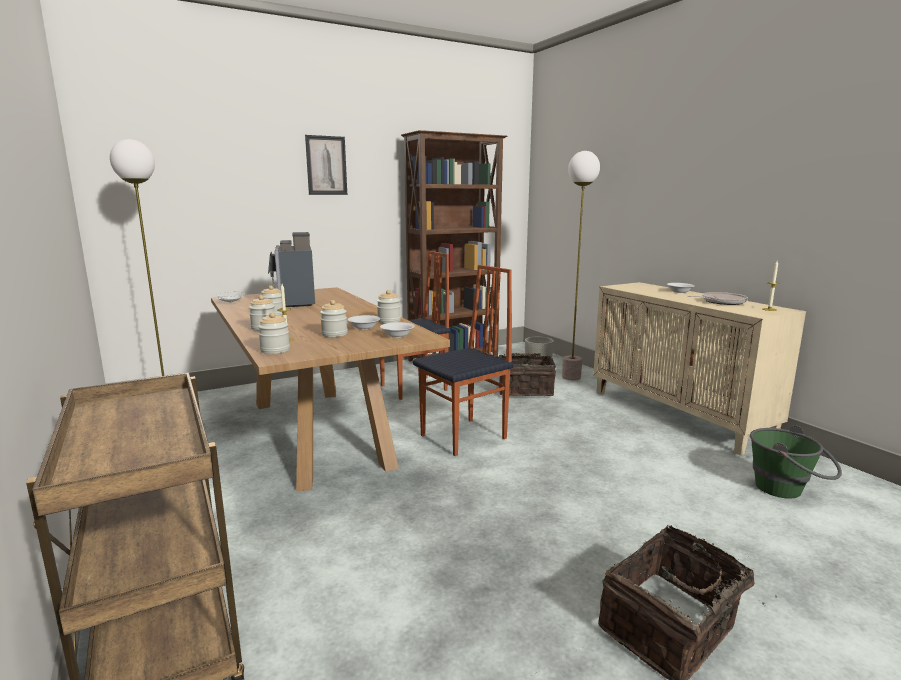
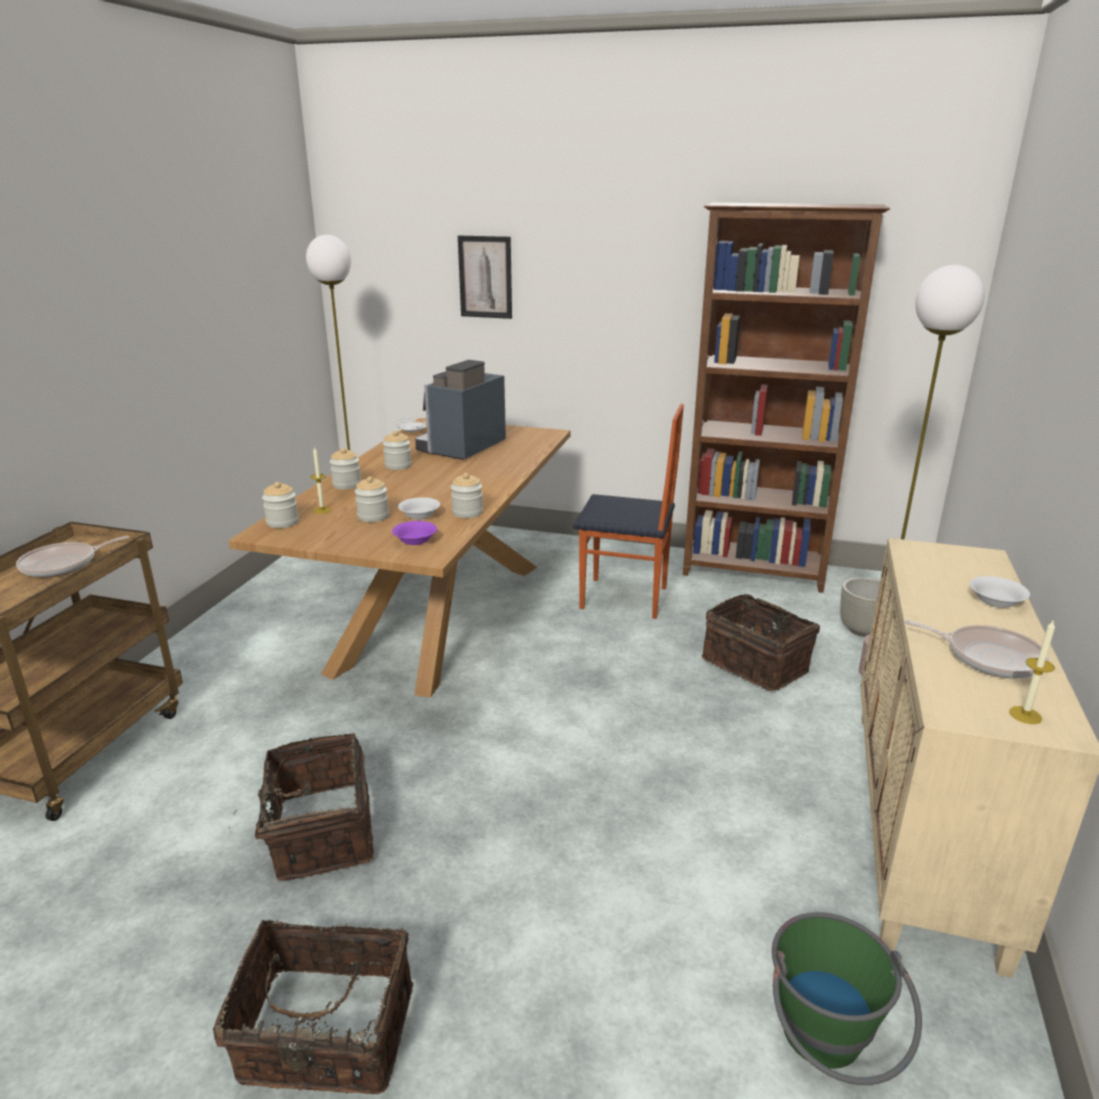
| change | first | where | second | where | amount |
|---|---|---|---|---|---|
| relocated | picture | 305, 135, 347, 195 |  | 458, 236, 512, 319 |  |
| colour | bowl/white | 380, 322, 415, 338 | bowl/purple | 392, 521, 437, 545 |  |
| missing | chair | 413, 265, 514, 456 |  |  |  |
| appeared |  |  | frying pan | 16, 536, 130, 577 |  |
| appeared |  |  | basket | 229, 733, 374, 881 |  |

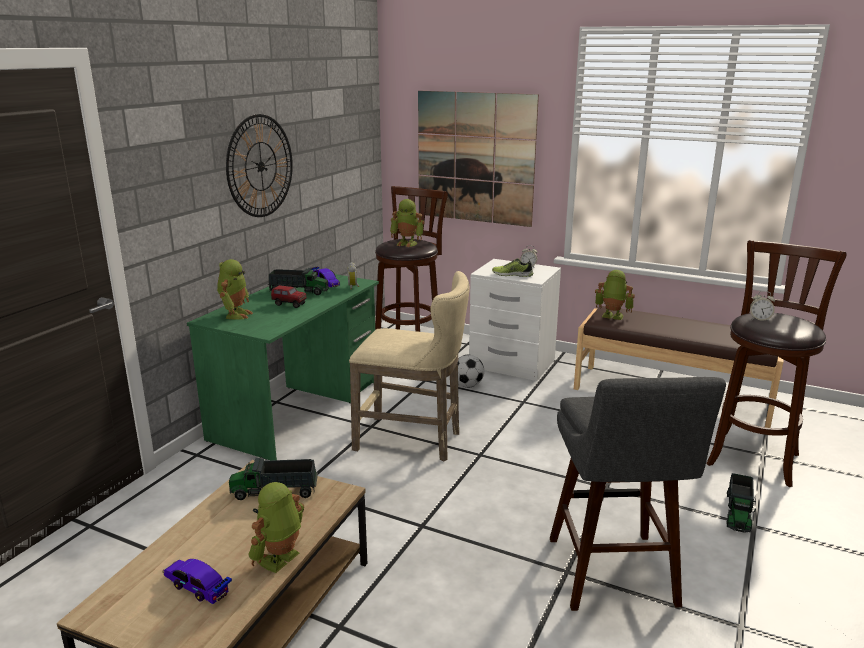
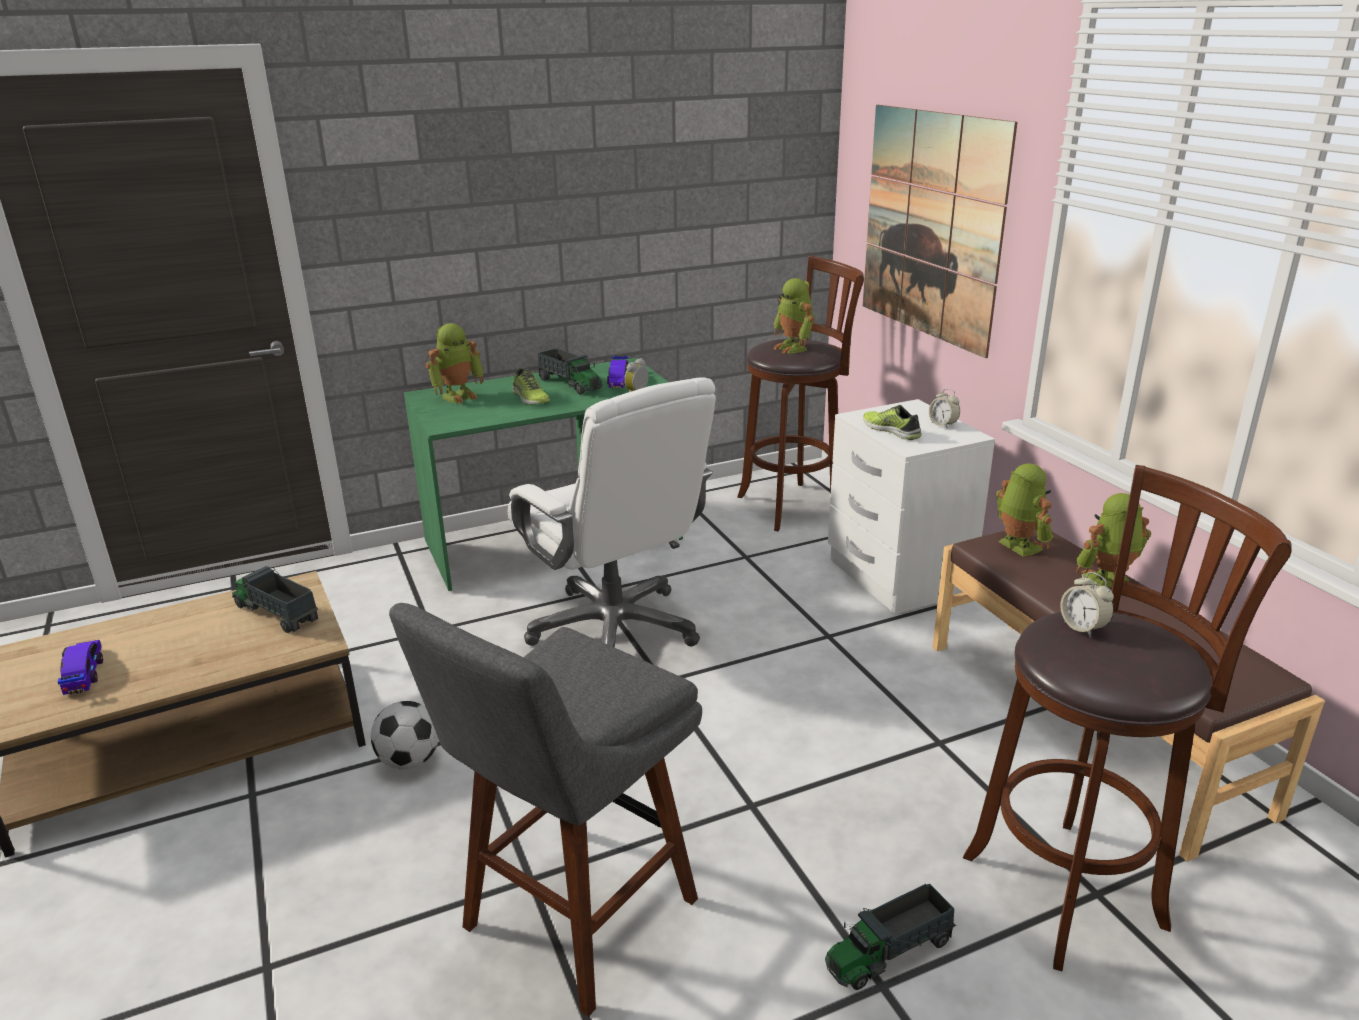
| change | first | where | second | where | amount |
|---|---|---|---|---|---|
| missing | wall clock | 226, 114, 293, 217 |  |  |  |
| relocated | toy robot | 248, 482, 304, 573 |  | 1076, 493, 1151, 588 |  |
| exchanged | toy truck | 271, 285, 306, 308 | shoe | 512, 368, 550, 404 |  |
| exchanged | stool/beige | 349, 271, 470, 462 | office chair/white | 508, 378, 716, 647 |  |
| relocated | football | 458, 355, 484, 388 |  | 371, 701, 439, 769 |  |

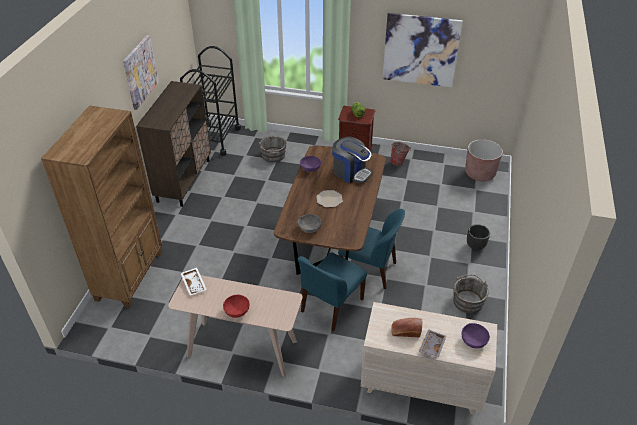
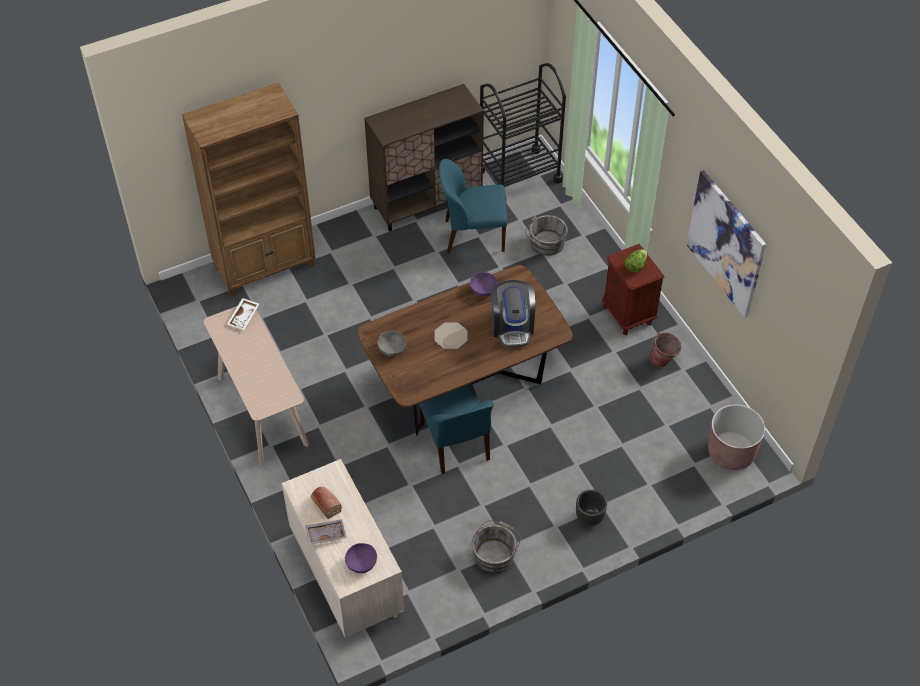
| change | first | where | second | where | amount |
|---|---|---|---|---|---|
| missing | picture | 123, 35, 159, 110 |  |  |  |
| missing | bowl/red | 223, 295, 250, 318 |  |  |  |
| relocated | chair/blue | 298, 252, 367, 331 |  | 439, 159, 507, 254 |  |

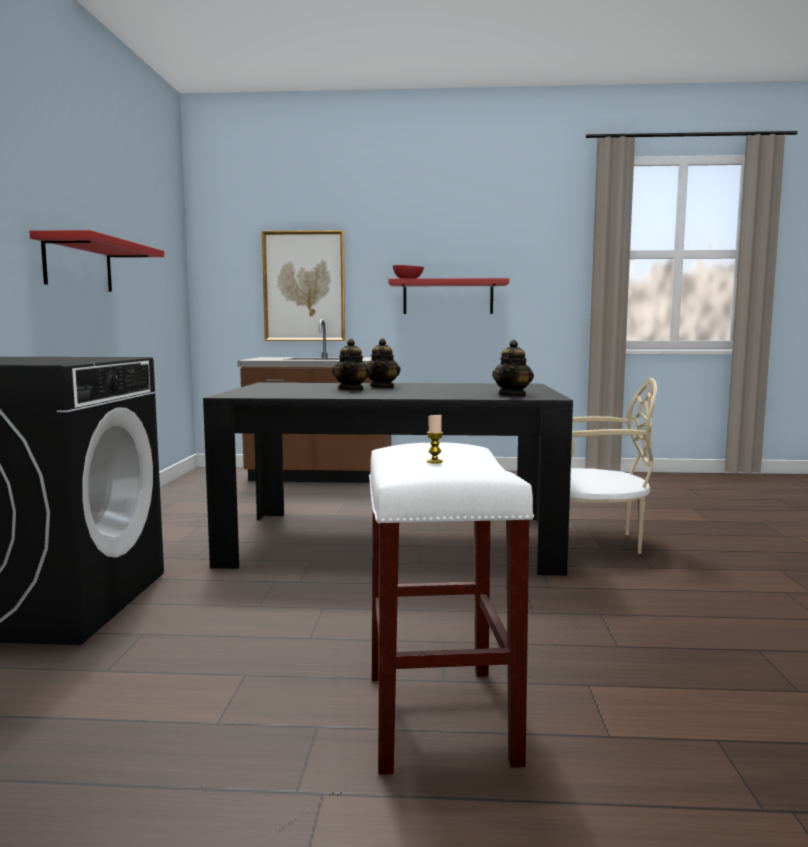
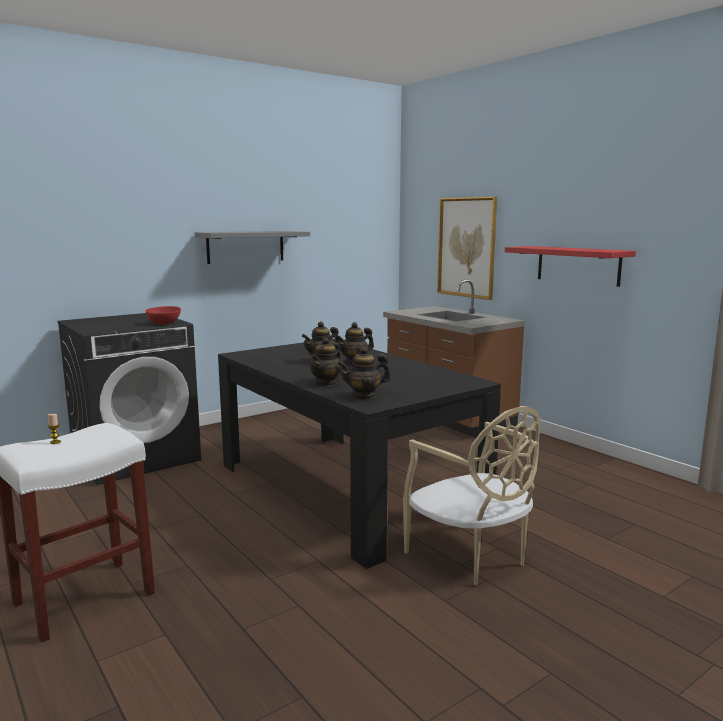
| change | first | where | second | where | amount |
|---|---|---|---|---|---|
| colour | shelf/red | 29, 230, 164, 292 | shelf/grey | 195, 231, 310, 264 |  |
| relocated | bowl/red | 393, 265, 424, 279 |  | 145, 306, 181, 324 |  |
| appeared |  |  | teapot | 310, 337, 342, 386 |  |

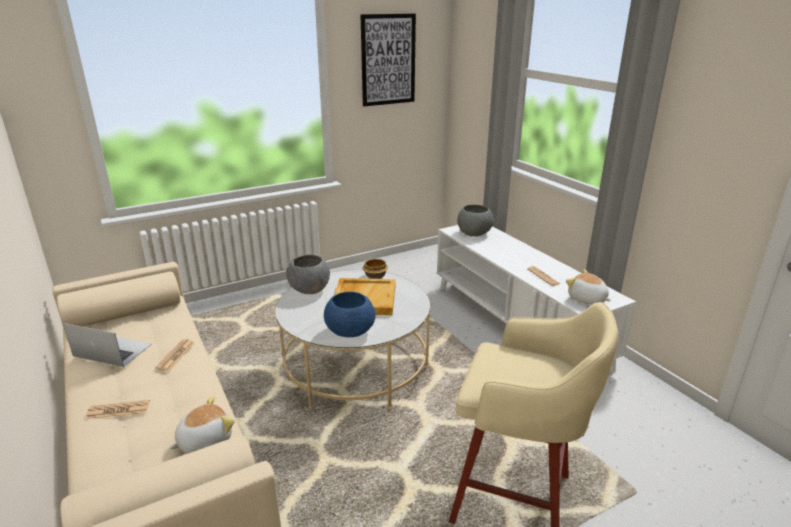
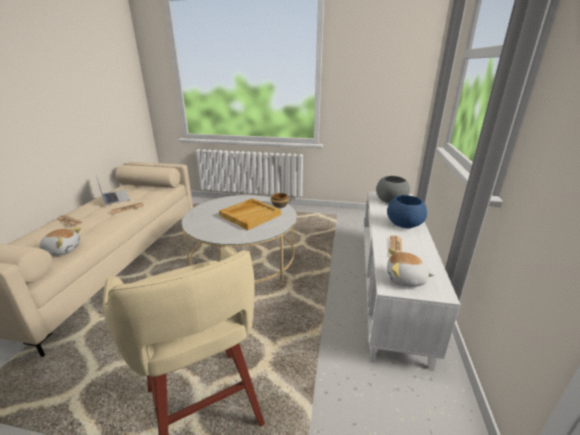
| change | first | where | second | where | amount |
|---|---|---|---|---|---|
| missing | bowl/grey | 286, 255, 330, 294 |  |  |  |
| relocated | bowl/blue | 324, 292, 376, 337 |  | 387, 195, 427, 228 |  |
| missing | picture | 360, 14, 416, 106 |  |  |  |
| spun | plush toy | 566, 270, 611, 305 |  | 387, 248, 434, 287 | 75 degrees counterclockwise |

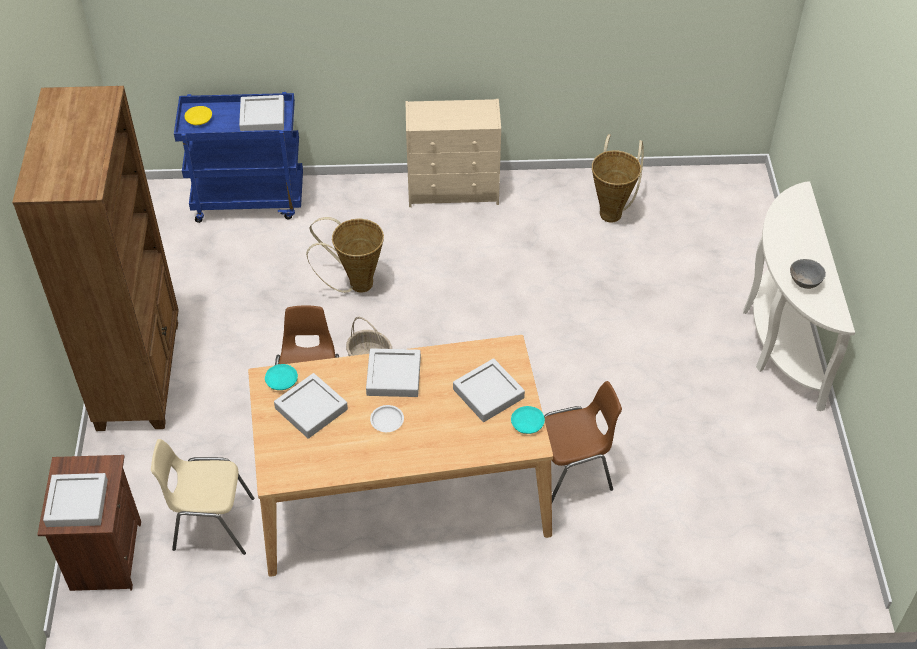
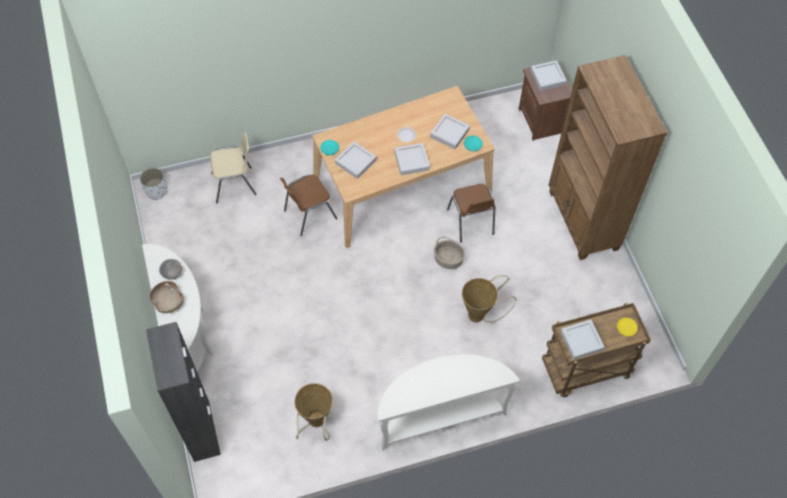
| change | first | where | second | where | amount |
|---|---|---|---|---|---|
| relocated | chair/beige | 151, 439, 254, 555 |  | 210, 133, 257, 203 |  |
| colour | cart/blue | 174, 92, 303, 223 | cart/brown | 542, 303, 651, 397 |  |
| exchanged | dresser/beige | 406, 99, 501, 207 | console table/white | 378, 354, 520, 450 |  |
| appeared |  |  | planter/white | 140, 168, 168, 200 |  |
| appeared |  |  | cabinet/black | 146, 322, 221, 462 |  |
| appeared |  |  | bowl/brown | 149, 281, 184, 313 |  |

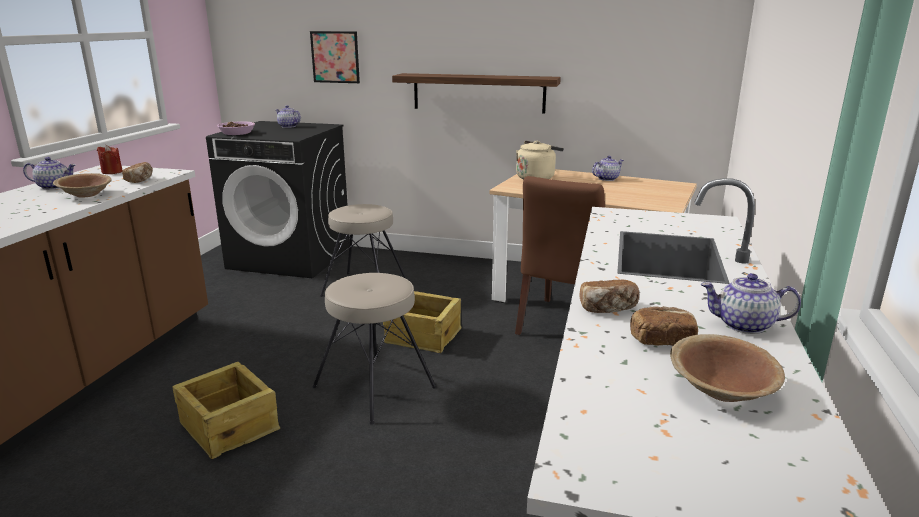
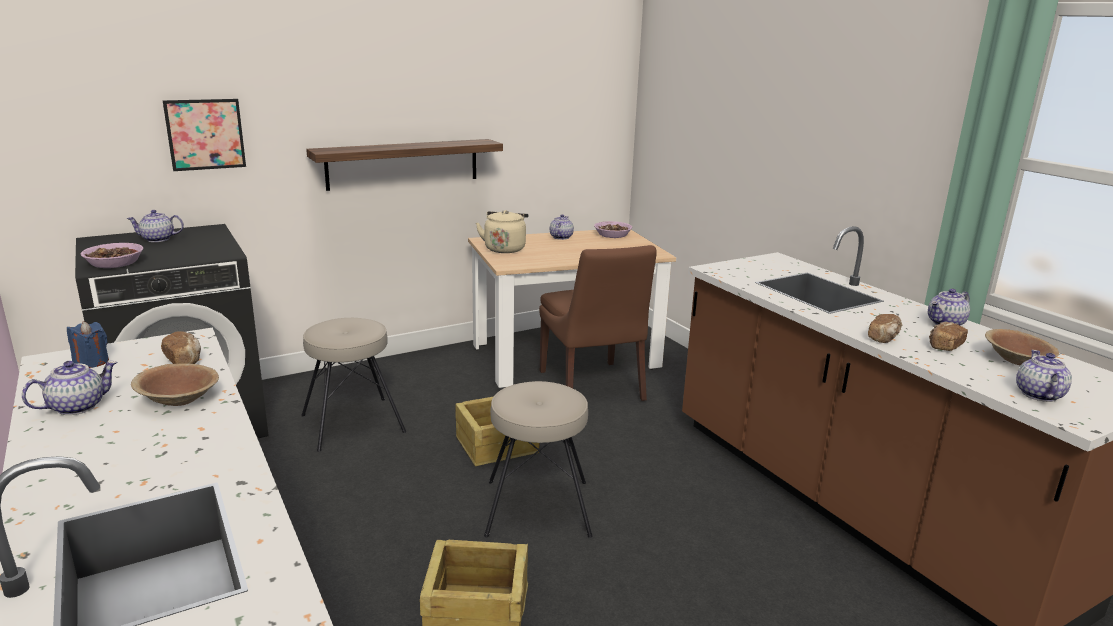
| change | first | where | second | where | amount |
|---|---|---|---|---|---|
| colour | candle/red | 97, 145, 123, 174 | candle/blue | 67, 321, 109, 368 |  |
| appeared |  |  | bowl | 594, 221, 632, 238 |  |
| appeared |  |  | teapot | 1016, 350, 1072, 402 |  |

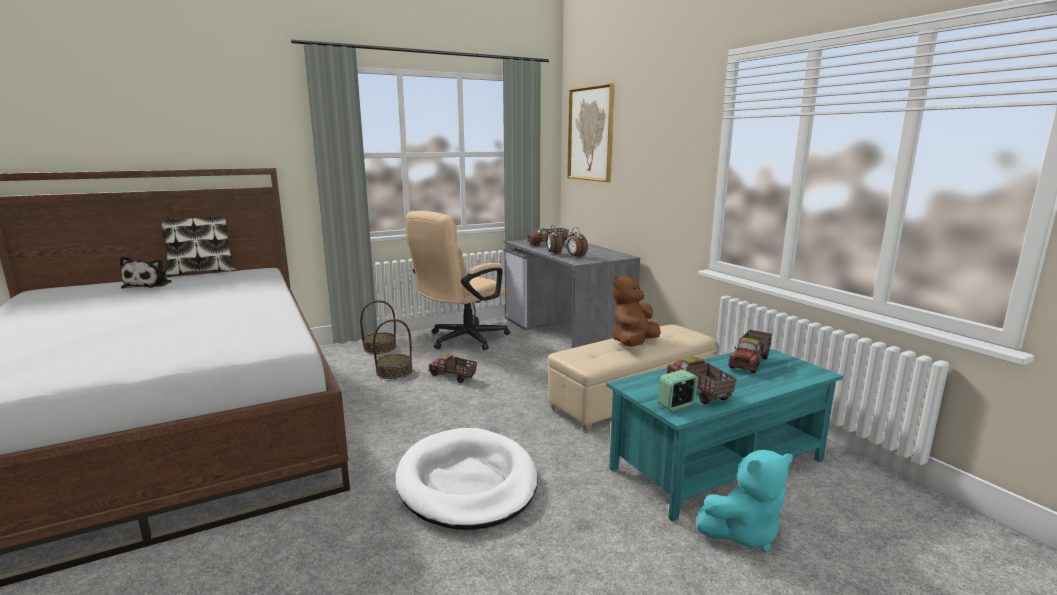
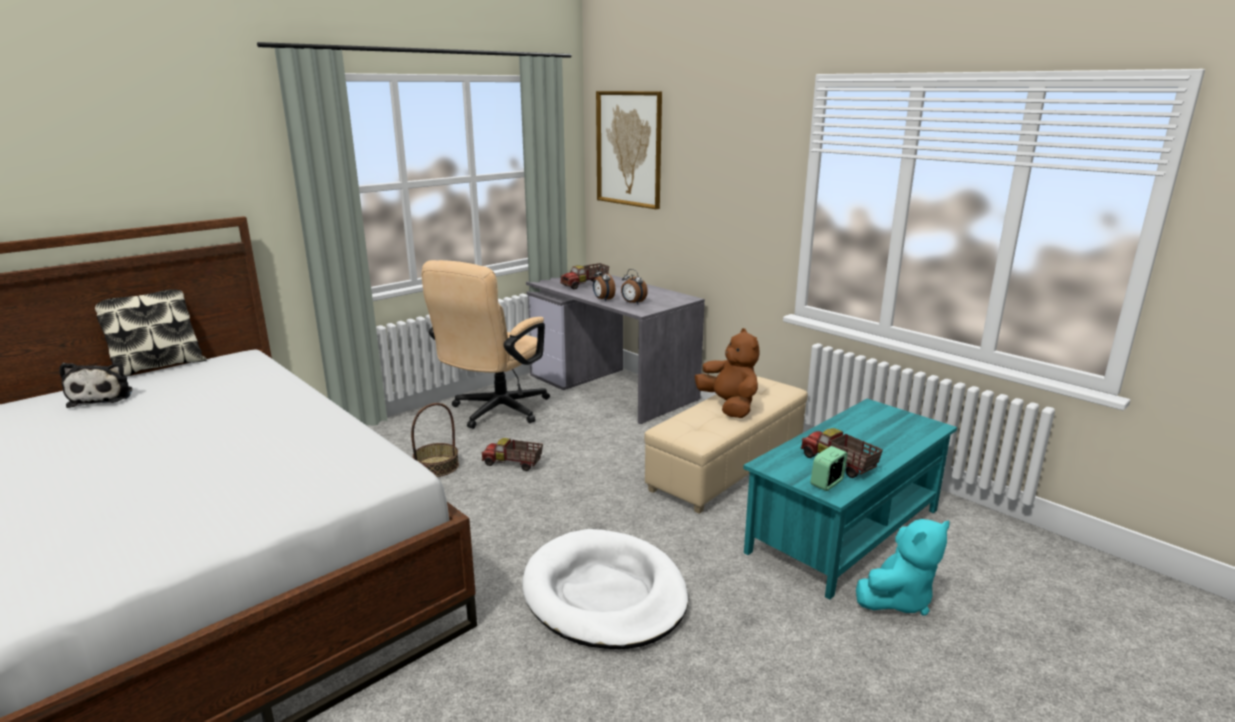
| change | first | where | second | where | amount |
|---|---|---|---|---|---|
| missing | basket | 360, 300, 396, 354 |  |  |  |
| spun | plush toy/brown | 613, 274, 661, 347 |  | 695, 328, 760, 418 | 135 degrees clockwise |
| missing | toy truck | 728, 330, 772, 373 |  |  |  |

